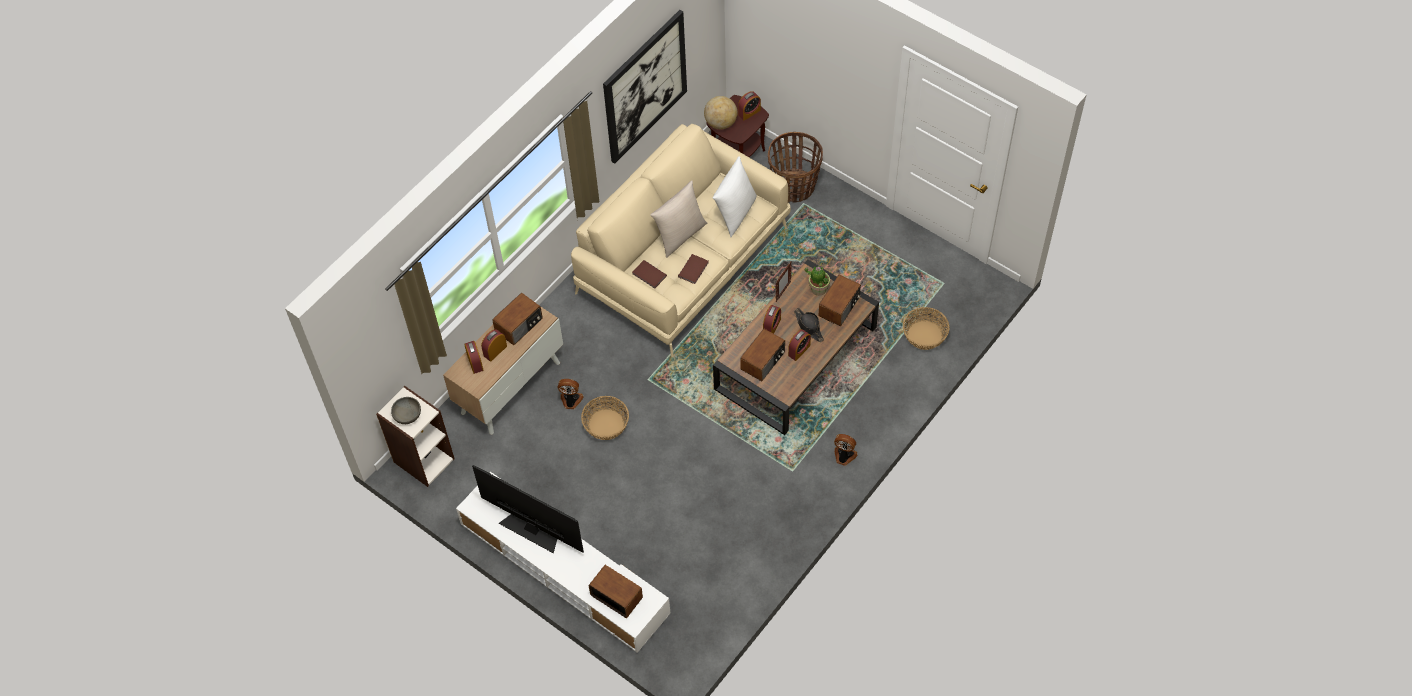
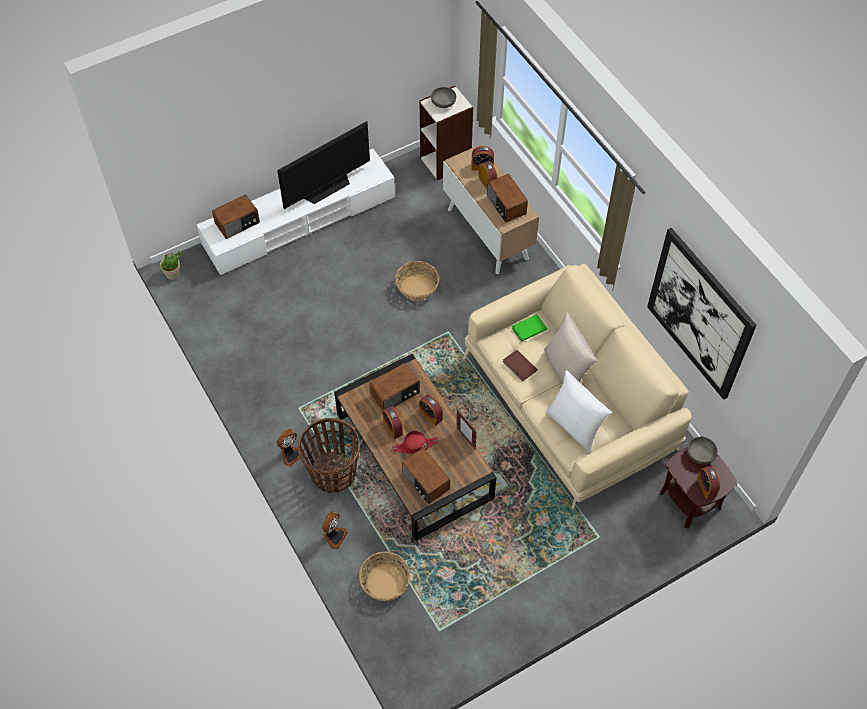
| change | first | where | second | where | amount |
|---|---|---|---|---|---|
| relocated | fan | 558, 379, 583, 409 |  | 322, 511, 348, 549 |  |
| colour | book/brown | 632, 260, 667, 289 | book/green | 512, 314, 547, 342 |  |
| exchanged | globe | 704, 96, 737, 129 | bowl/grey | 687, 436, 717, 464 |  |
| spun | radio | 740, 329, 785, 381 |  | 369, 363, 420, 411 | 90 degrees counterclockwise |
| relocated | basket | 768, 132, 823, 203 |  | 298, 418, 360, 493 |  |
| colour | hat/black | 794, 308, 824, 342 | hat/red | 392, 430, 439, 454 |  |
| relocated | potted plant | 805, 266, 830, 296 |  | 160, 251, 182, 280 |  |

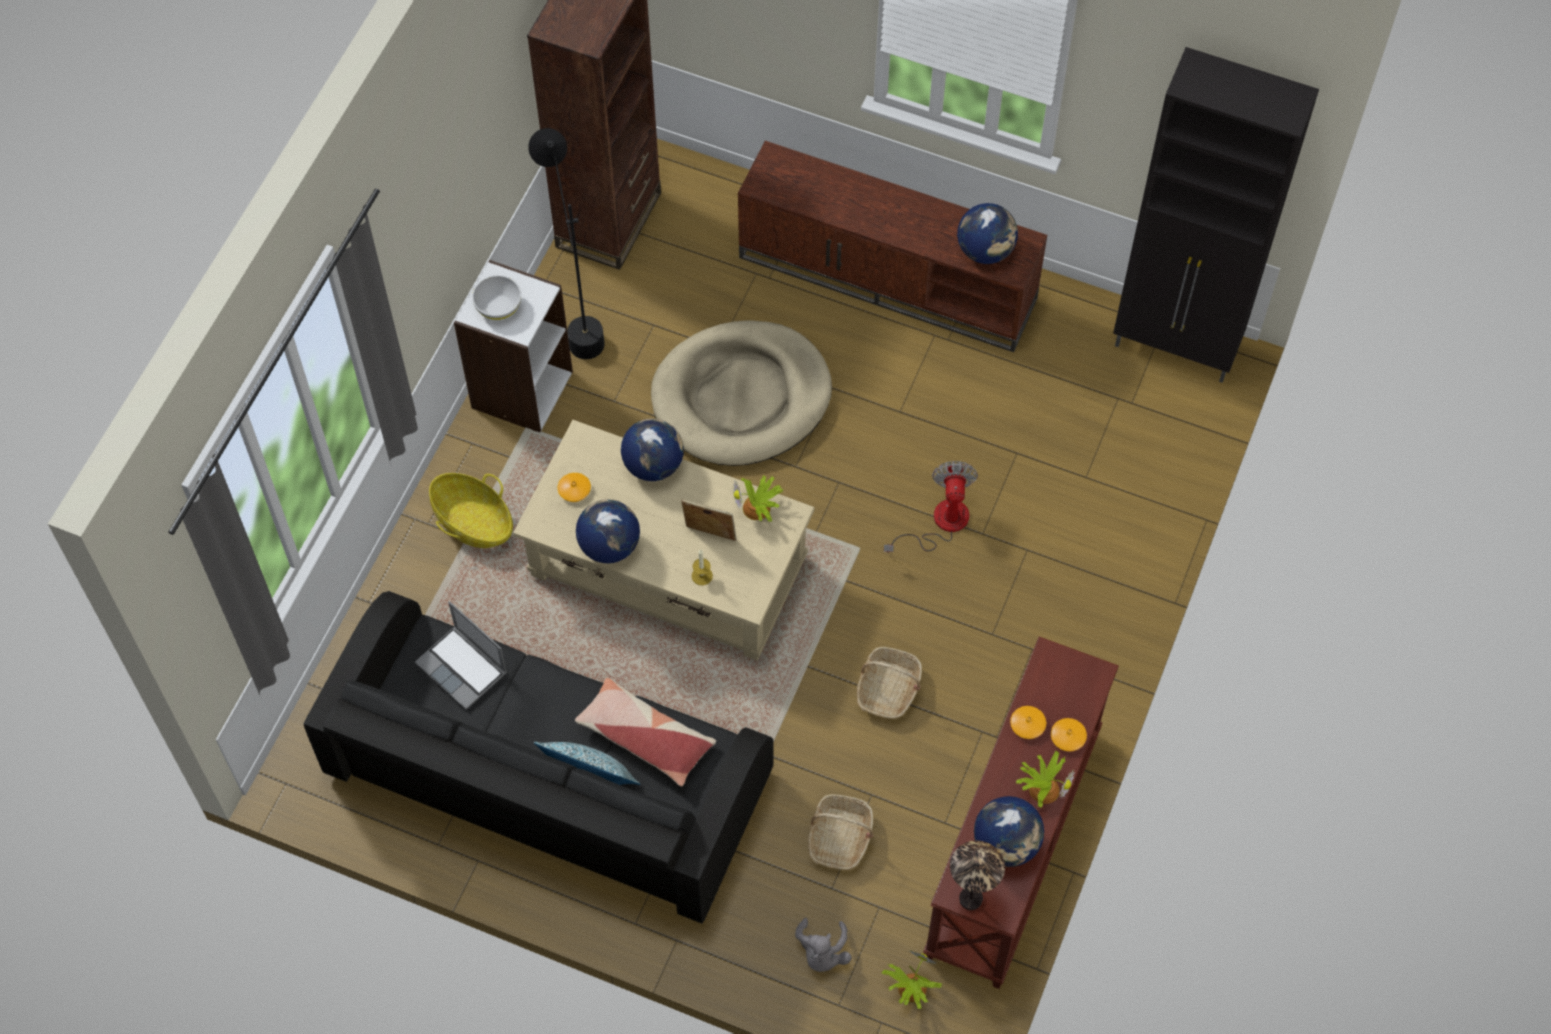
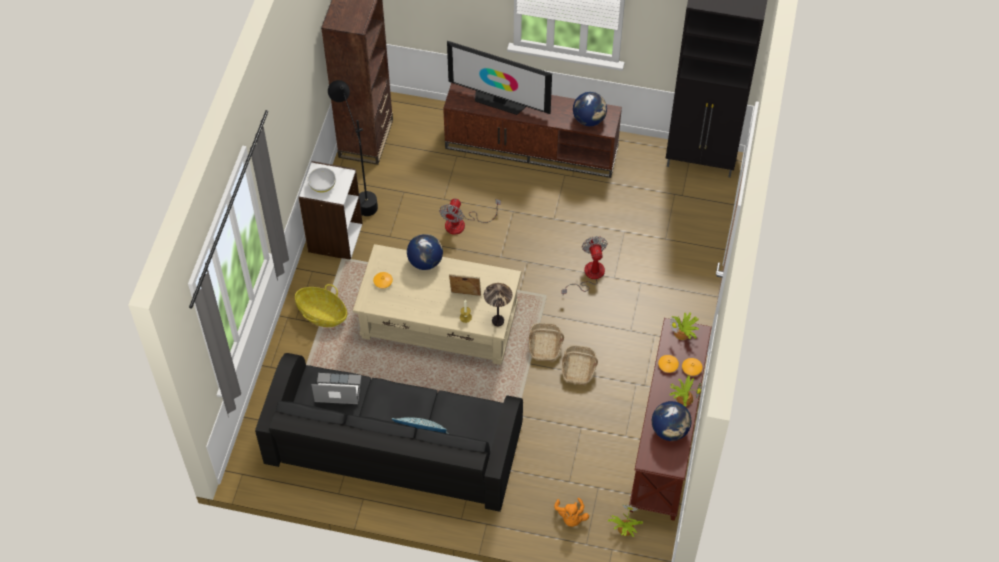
| change | first | where | second | where | amount |
|---|---|---|---|---|---|
| spun | laptop | 415, 601, 507, 709 |  | 311, 373, 361, 404 | 150 degrees clockwise |
| missing | pillow | 575, 678, 716, 786 |  |  |  |
| missing | globe | 576, 499, 640, 563 |  |  |  |
| exchanged | dog bed/beige | 651, 320, 832, 466 | fan | 439, 199, 501, 235 |  |
| relocated | potted plant | 733, 475, 783, 522 |  | 670, 312, 699, 340 |  |
| colour | plush toy/grey | 795, 918, 852, 972 | plush toy/orange | 554, 498, 589, 527 |  |
| relocated | basket | 808, 794, 874, 870 |  | 529, 323, 564, 361 |  |
| relocated | table lamp | 950, 840, 1005, 910 |  | 484, 283, 512, 326 |  |
| appeared |  |  | television | 447, 41, 552, 115 |  |

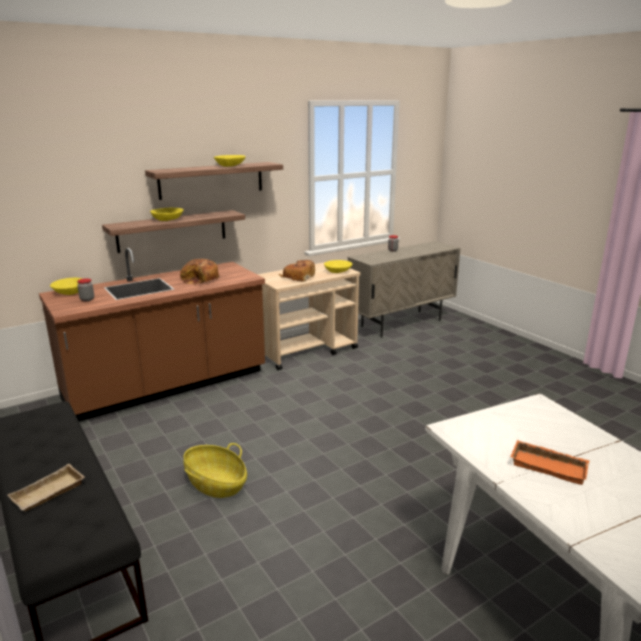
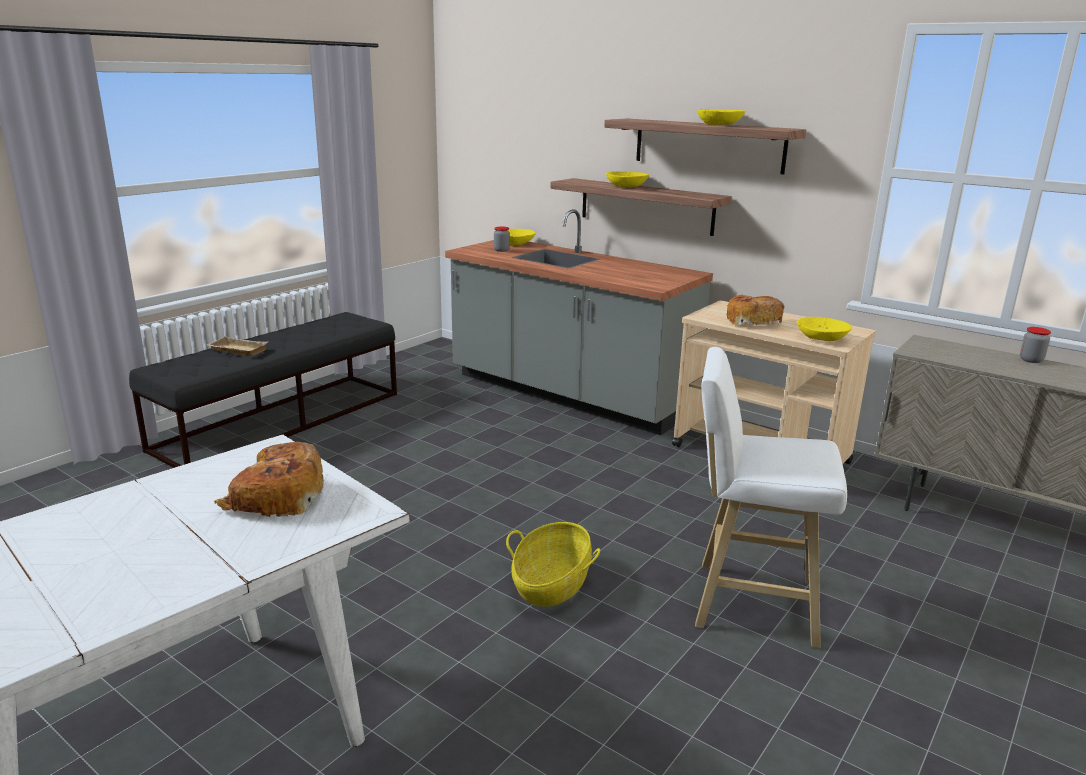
| change | first | where | second | where | amount |
|---|---|---|---|---|---|
| colour | counter/brown | 39, 248, 265, 421 | counter/grey | 445, 209, 713, 435 |  |
| relocated | bread | 180, 259, 220, 284 |  | 214, 442, 324, 517 |  |
| relocated | basket | 184, 443, 247, 498 |  | 506, 522, 600, 607 |  |
| missing | tray/orange | 511, 440, 589, 485 |  |  |  |
| appeared |  |  | stool/white | 695, 347, 847, 648 |  |

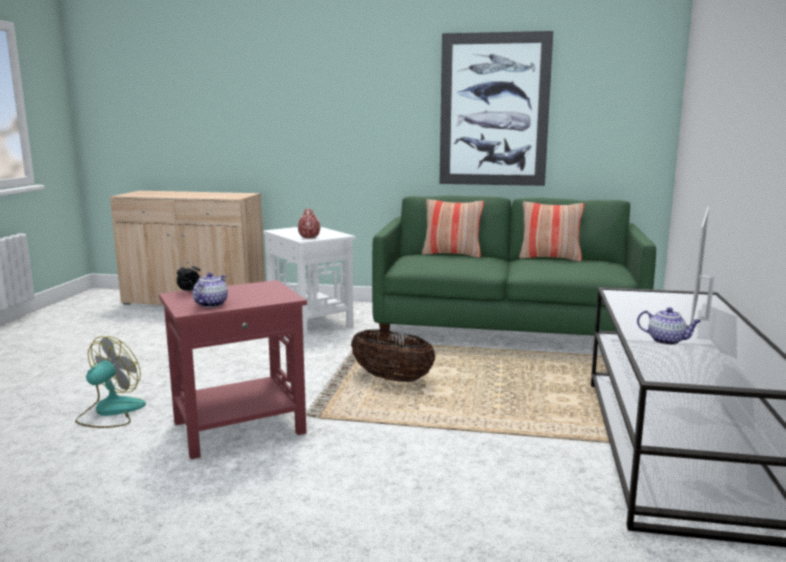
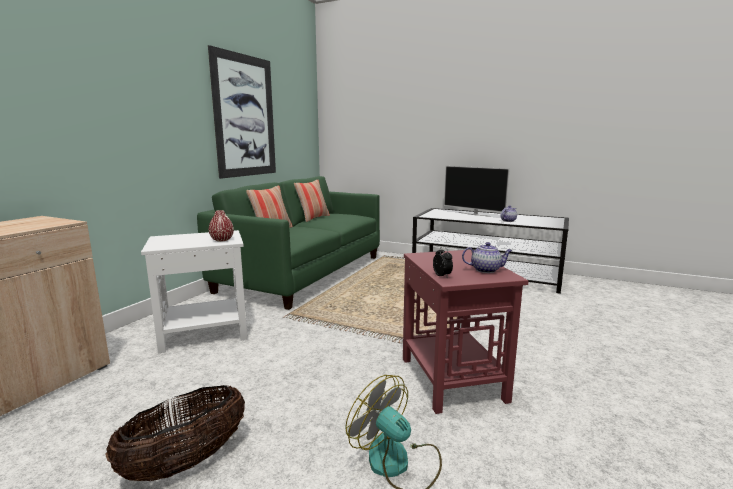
| change | first | where | second | where | amount |
|---|---|---|---|---|---|
| spun | teapot | 193, 273, 228, 307 |  | 462, 242, 512, 273 | 150 degrees clockwise |
| relocated | basket | 351, 329, 435, 382 |  | 105, 385, 245, 481 |  |

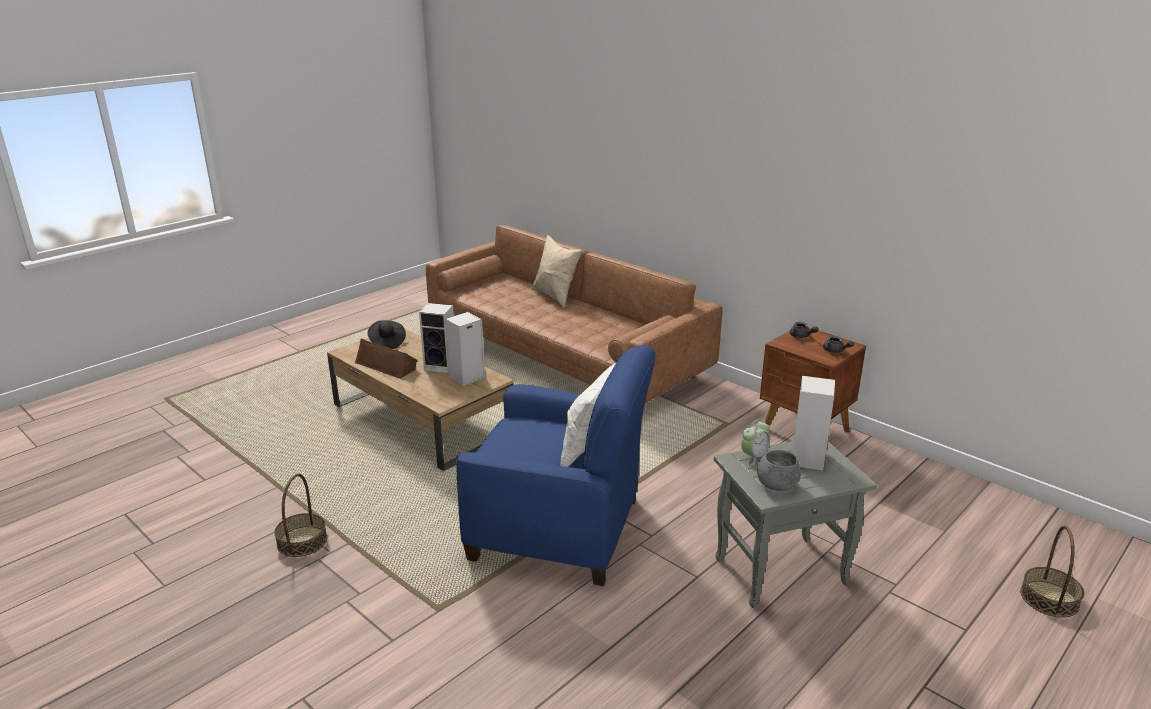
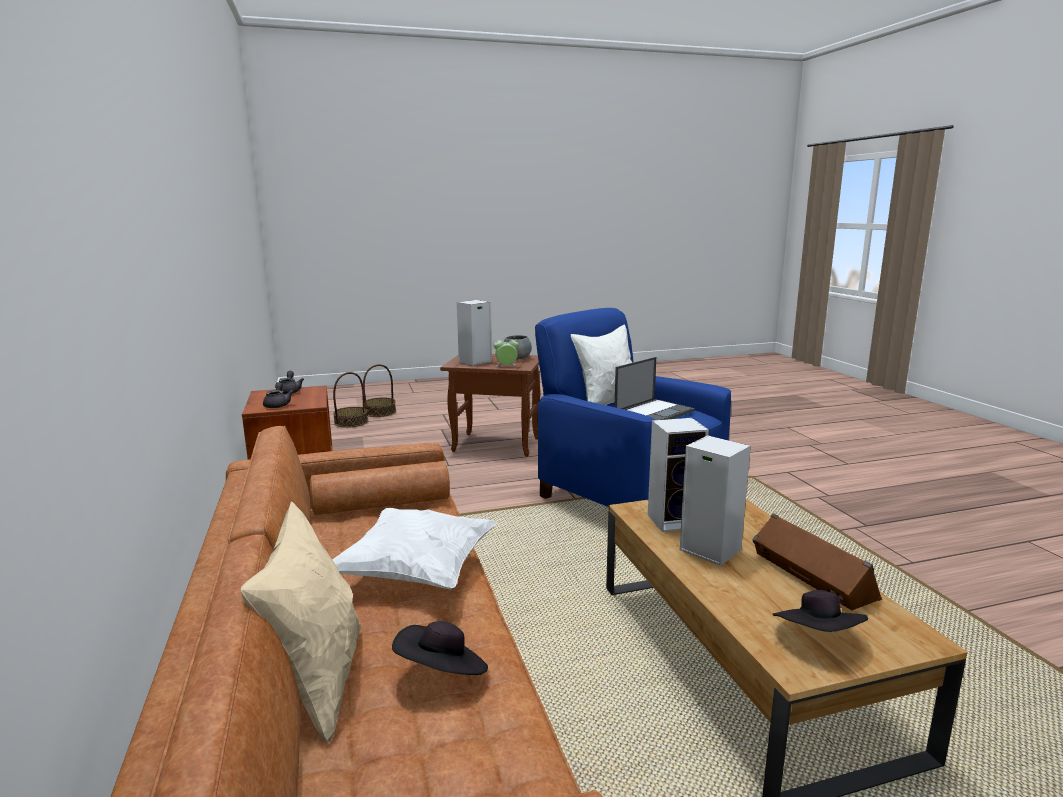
| change | first | where | second | where | amount |
|---|---|---|---|---|---|
| relocated | basket | 274, 473, 327, 557 |  | 333, 372, 368, 428 |  |
| colour | side table/grey | 714, 441, 877, 608 | side table/brown | 440, 354, 540, 457 |  |
| appeared |  |  | pillow/white | 333, 508, 497, 590 |  |
| appeared |  |  | hat/black | 392, 621, 488, 675 |  |
| appeared |  |  | laptop | 614, 357, 695, 420 |  |

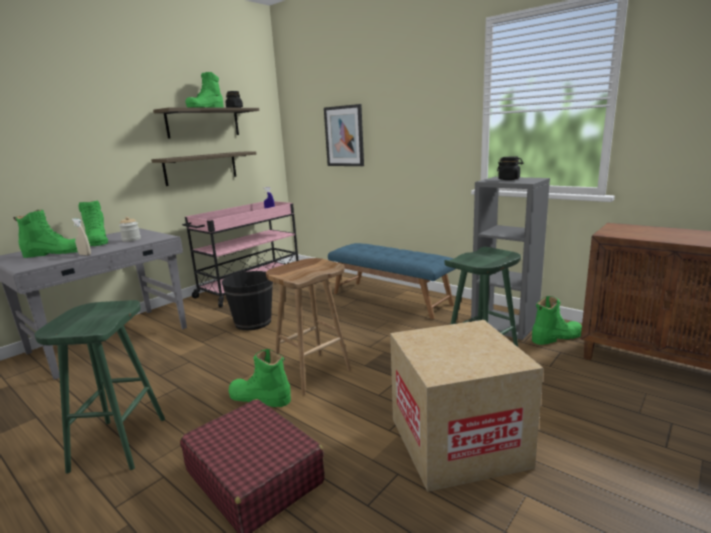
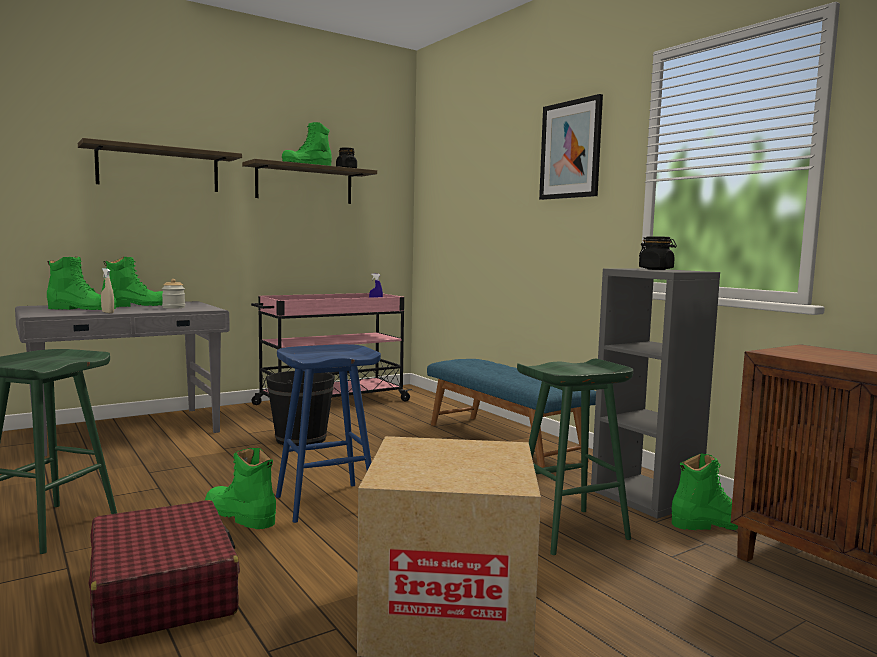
| change | first | where | second | where | amount |
|---|---|---|---|---|---|
| spun | boot/green | 79, 200, 108, 246 |  | 102, 257, 163, 307 | 105 degrees counterclockwise |
| relocated | shelf | 151, 151, 256, 186 |  | 78, 138, 242, 192 |  |
| colour | stool/brown | 266, 258, 351, 395 | stool/blue | 276, 344, 381, 523 |  |
| relocated | picture | 324, 104, 364, 166 |  | 539, 94, 603, 200 |  |

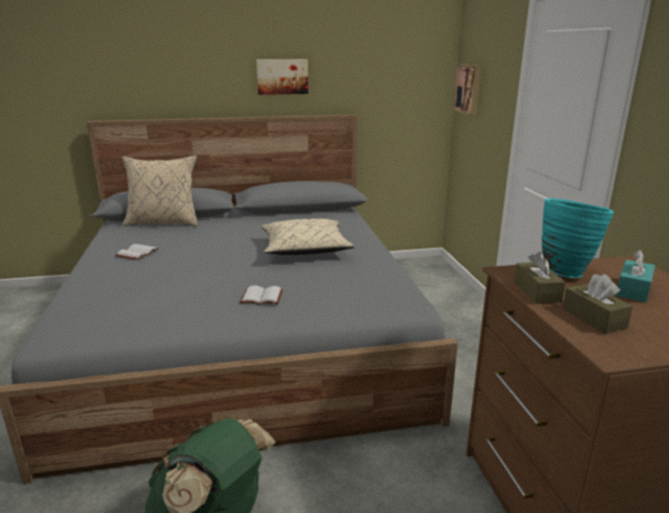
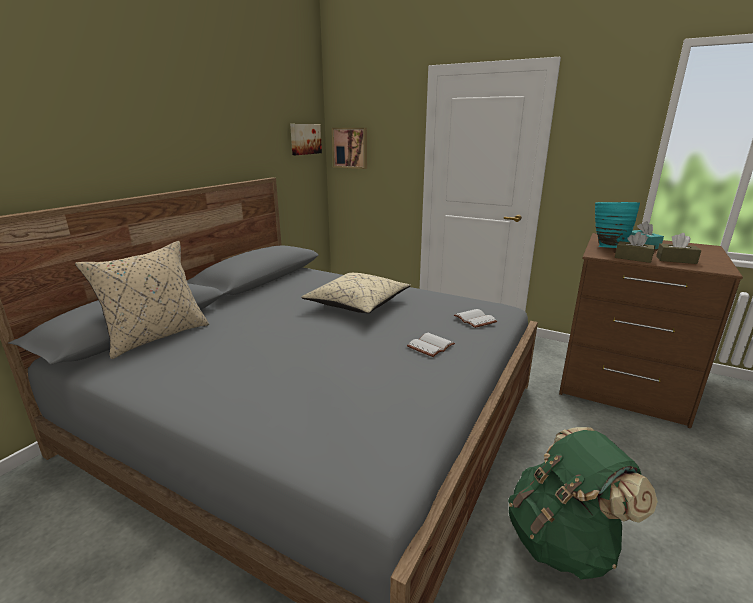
| change | first | where | second | where | amount |
|---|---|---|---|---|---|
| relocated | book/white | 115, 244, 159, 260 |  | 454, 309, 497, 328 |  |
| relocated | picture | 256, 59, 308, 95 |  | 290, 124, 322, 155 |  |

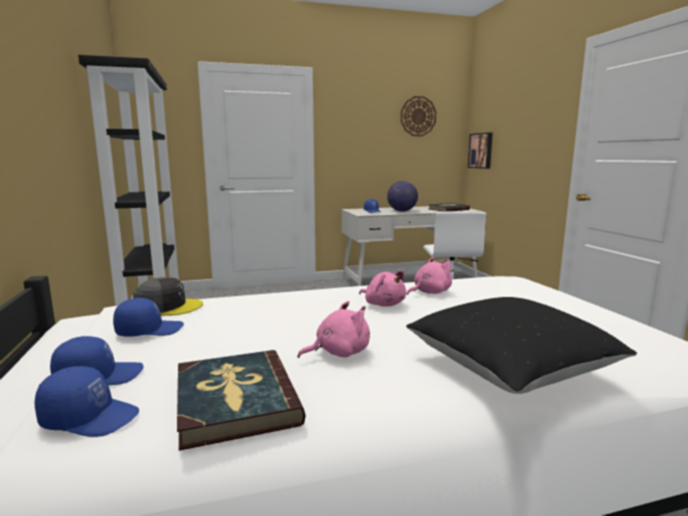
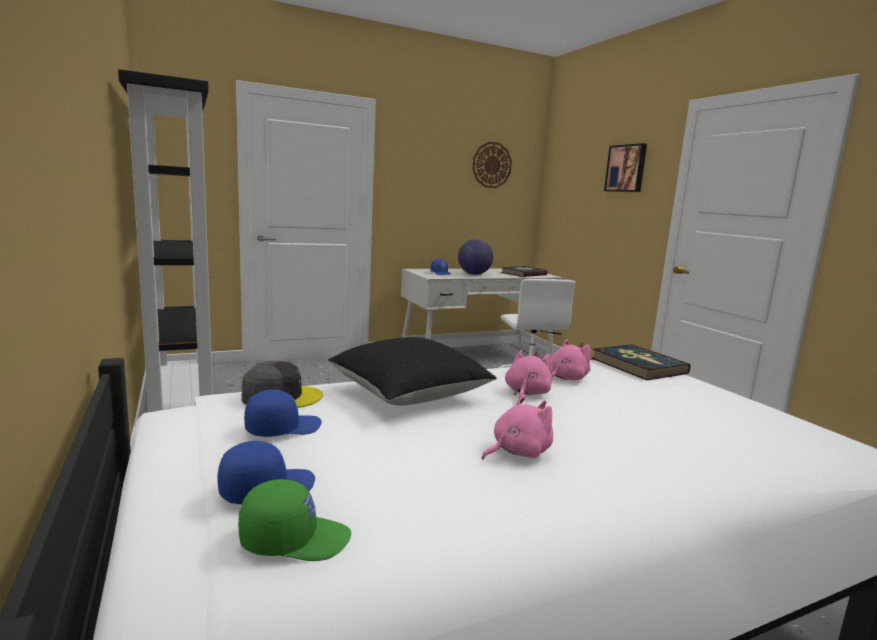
| change | first | where | second | where | amount |
|---|---|---|---|---|---|
| colour | cap/blue | 35, 366, 139, 437 | cap/green | 238, 479, 351, 561 |  |
| relocated | book | 177, 350, 306, 451 |  | 591, 344, 691, 380 |  |
| spun | plush toy/pink | 359, 270, 406, 307 |  | 505, 349, 553, 399 | 105 degrees counterclockwise |
| relocated | pillow/black | 406, 297, 637, 394 |  | 328, 337, 497, 405 |  |
| relocated | picture | 468, 132, 493, 169 |  | 604, 143, 647, 192 |  |

